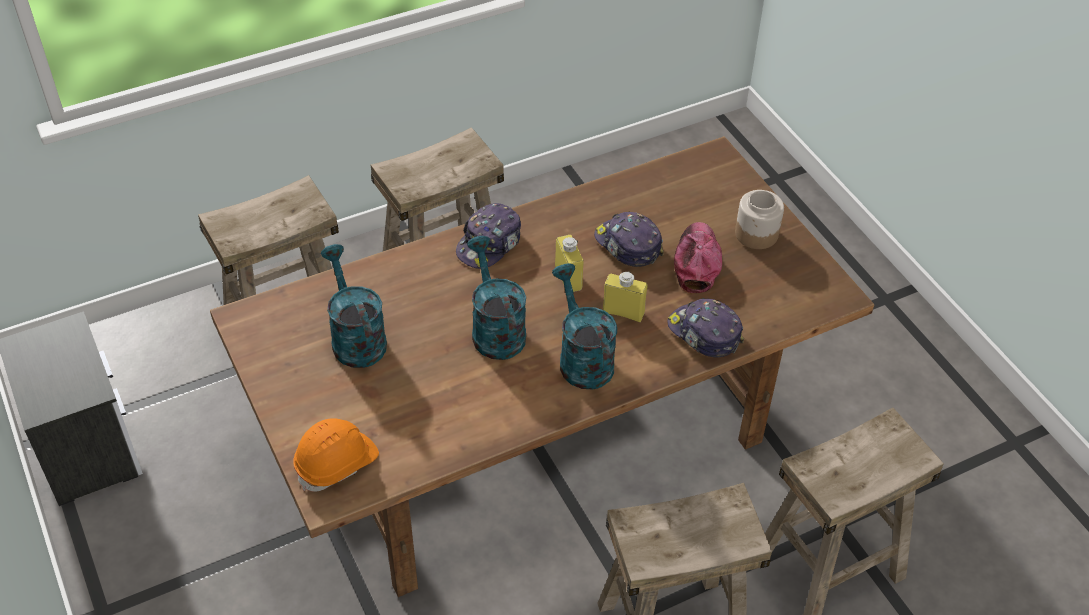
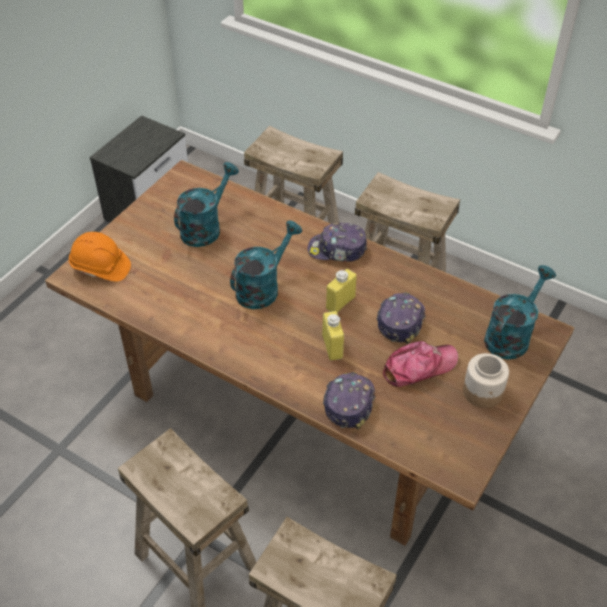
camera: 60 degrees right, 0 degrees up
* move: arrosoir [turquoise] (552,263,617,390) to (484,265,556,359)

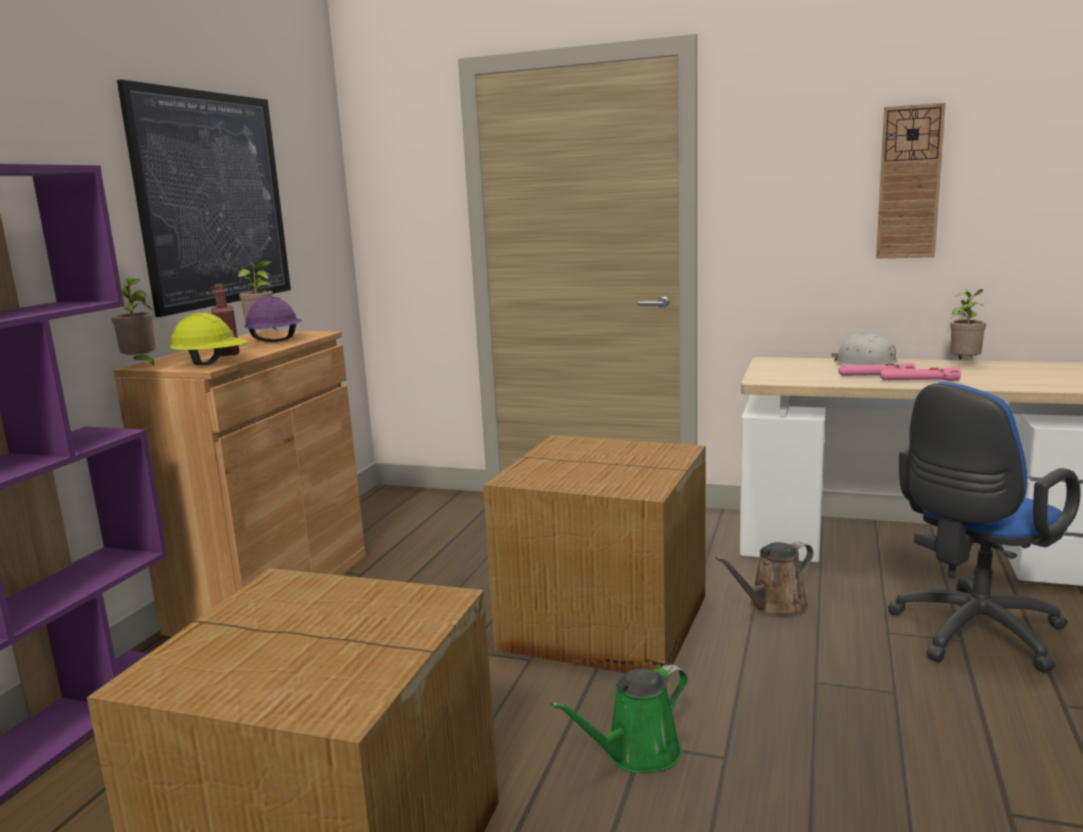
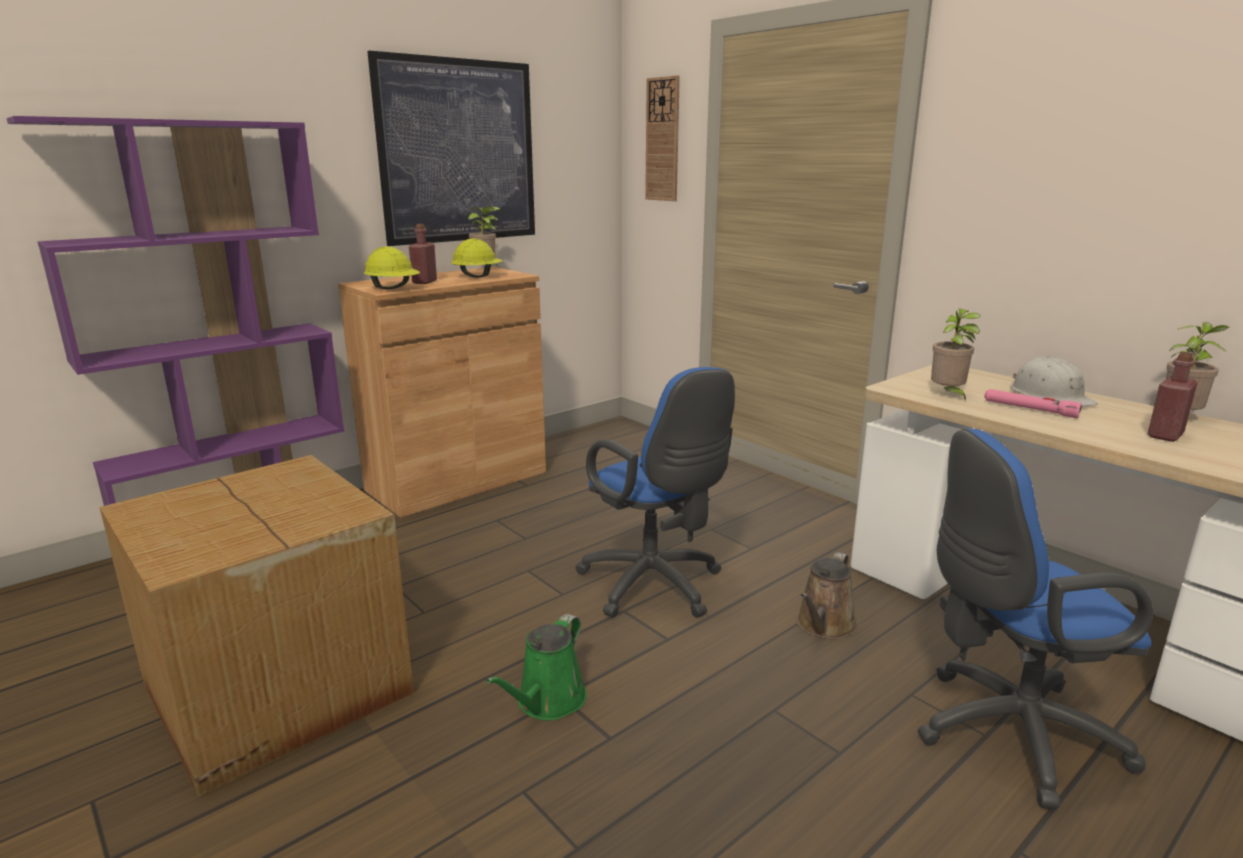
camera: 30 degrees right, 5 degrees up
* recolor: casque de chantier [violet] (245,297,302,342) to casque de chantier [jaune] (451,239,503,278)
* rotate: arrosoir [vert] (551,664,688,773) = (486,614,587,720) 60 degrees counterclockwise
* replace: carton (483,435,706,679) to chaise de bureau [bleu] (575,367,735,618)
* move: horloge murale (876,103,946,258) to (645,75,680,201)
* rotate: arrosoir [marron] (715,542,814,617) = (796,552,857,639) 60 degrees counterclockwise
* move: plante en pot (111,278,156,366) to (931,308,980,402)
* insert: bouteille [rouge] (1147,352,1197,442)
* delete: lampe de poche [rose] (880,367,961,381)

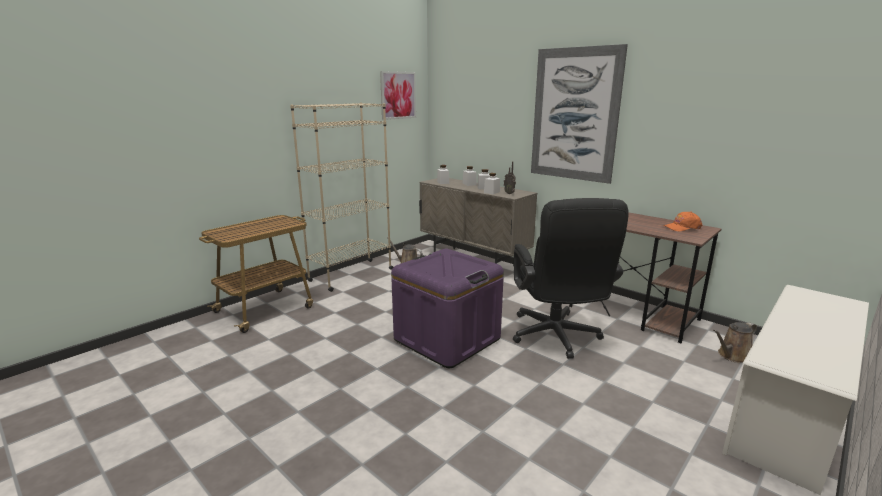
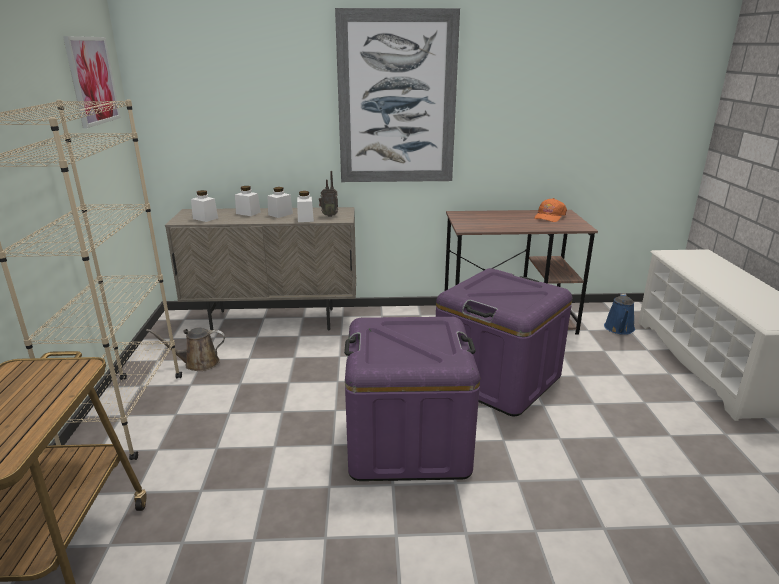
camera: 45 degrees left, 5 degrees up
* replace: chaise de bureau [noir] (513,198,629,359) to boîte de rangement [violet] (436,268,572,416)
* recolor: arrosoir [marron] (713,322,757,363) to arrosoir [bleu] (604,293,635,335)

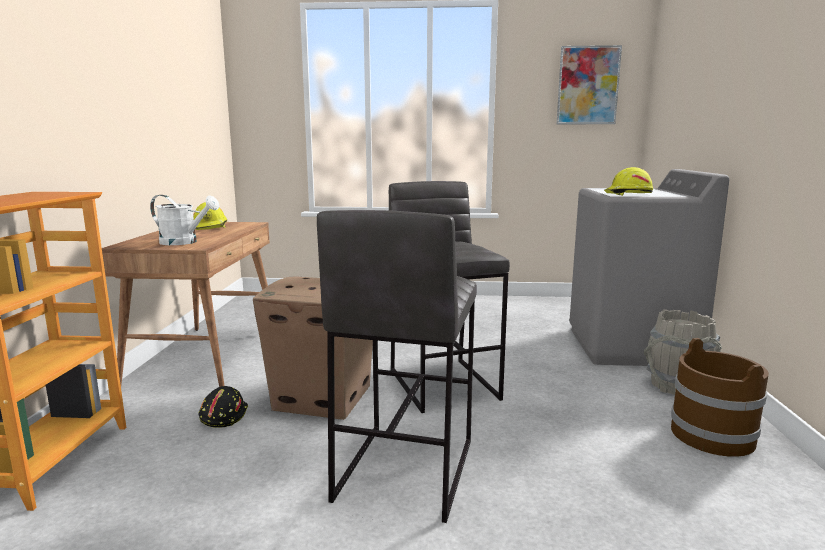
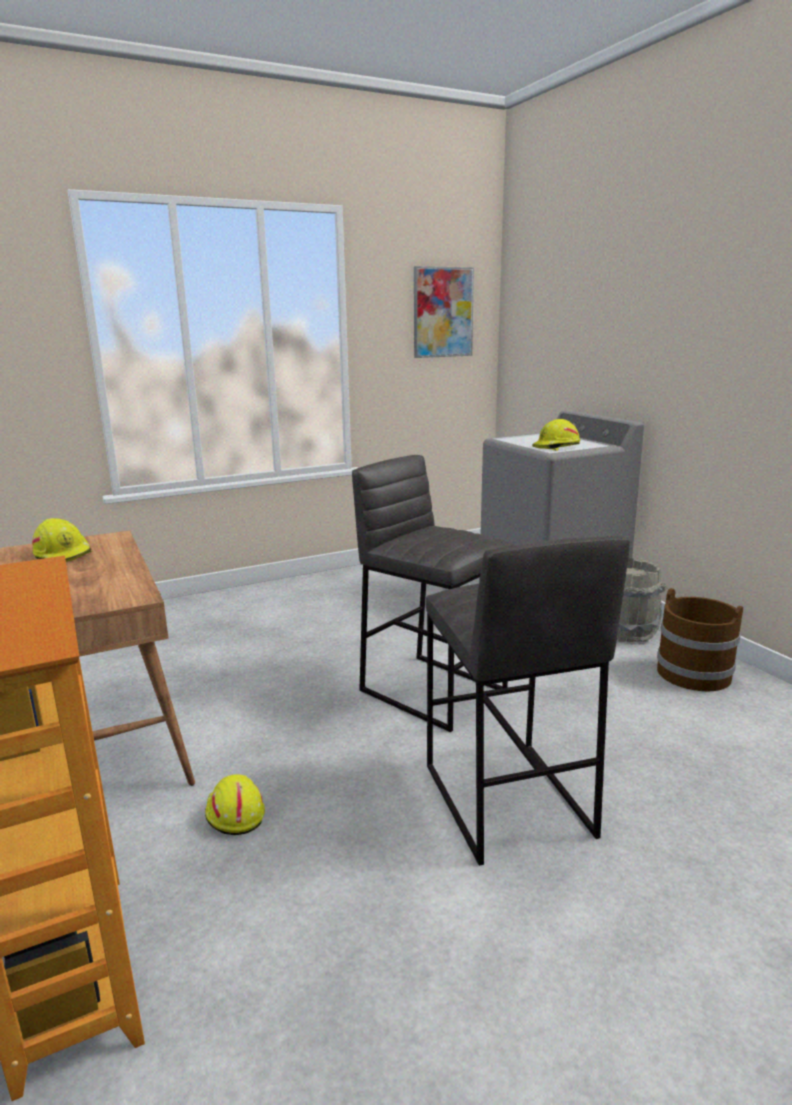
camera: 30 degrees left, 5 degrees up
* recolor: casque de chantier [noir] (198,386,248,428) to casque de chantier [jaune] (205,774,265,835)
* delete: arrosoir [blanc] (150,195,219,245)
* delete: carton (253,277,373,420)

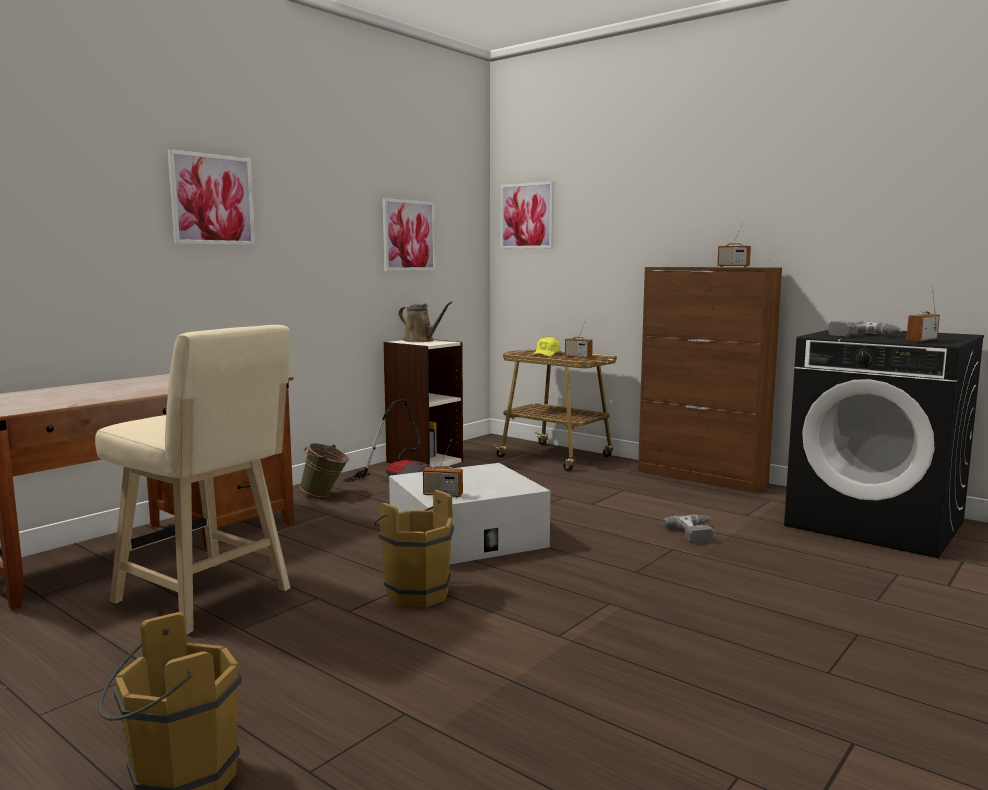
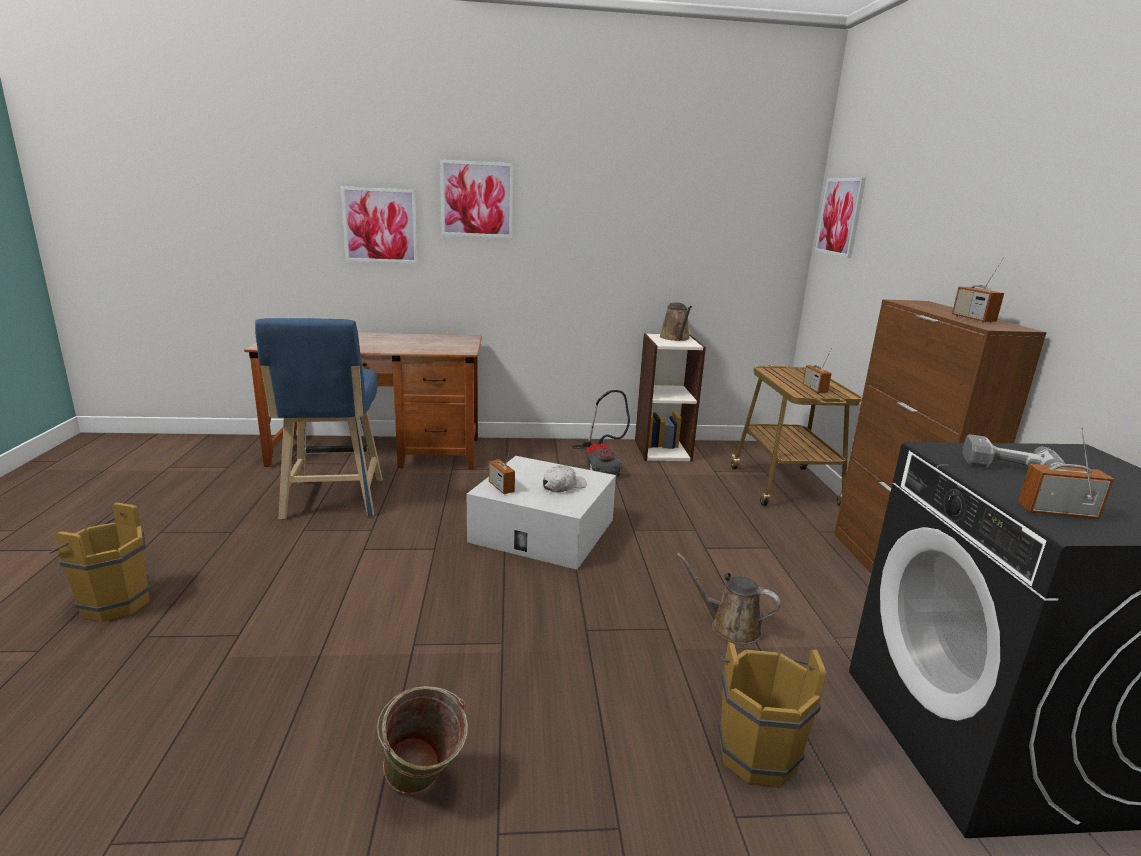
camera: 45 degrees right, 10 degrees up
* recolor: tabouret [beige] (95,325,291,634) to tabouret [bleu] (255,318,382,520)
* move: tableau (382,198,436,271) to (341,186,418,264)
* move: seau [vert] (300,443,349,497) to (377,686,468,794)
* insert: casquette [blanc] (543,465,587,493)
* replace: perceuse (663,515,714,544) to arrosoir [marron] (677,553,781,644)
* move: seau [marron] (374,490,454,608) to (718,642,826,788)
* delete: casquette [jaune] (532,336,560,356)

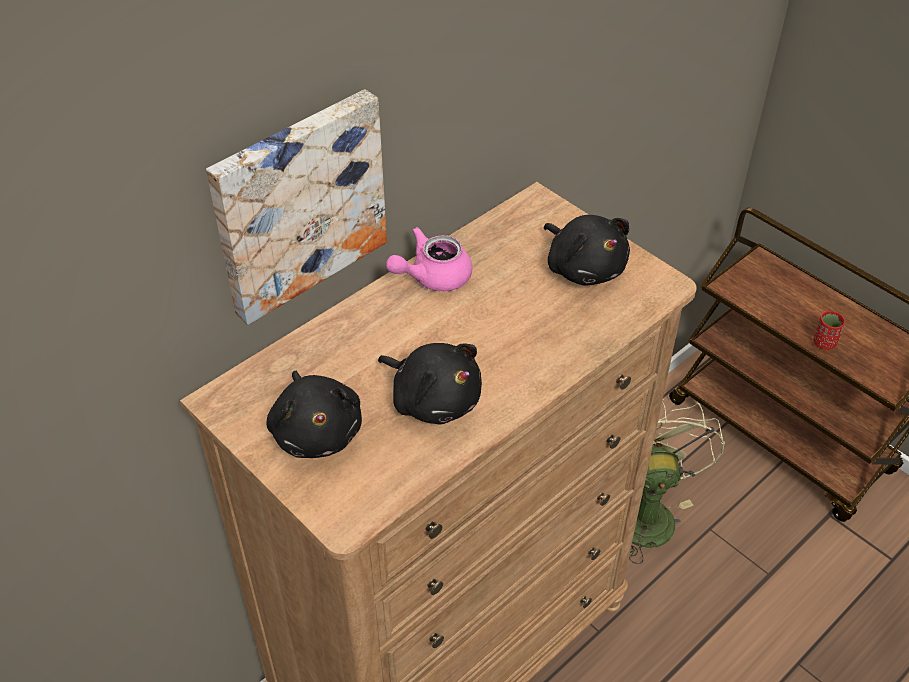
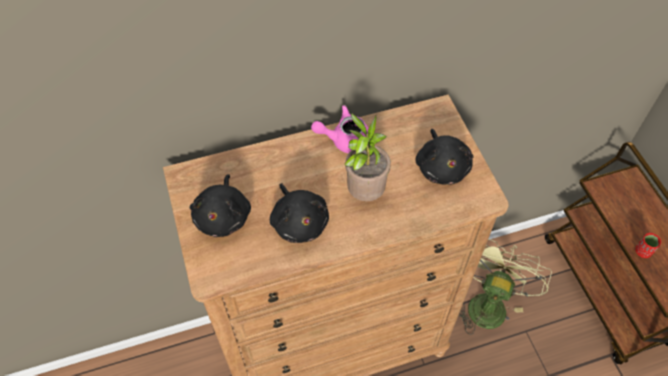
camera: 25 degrees right, 10 degrees up
* insert: plante en pot (344,113,391,201)
* delete: tableau (206,89,387,325)

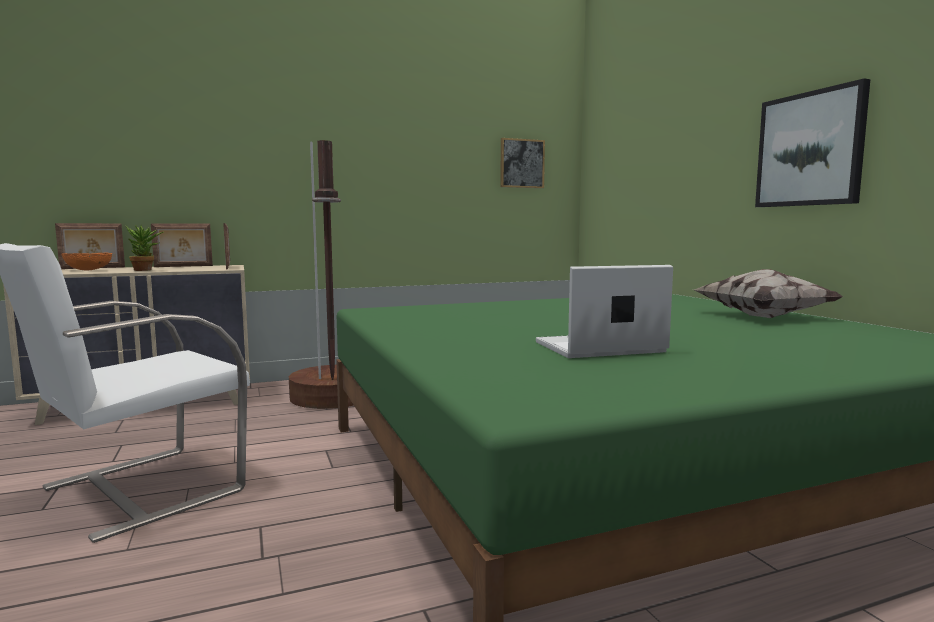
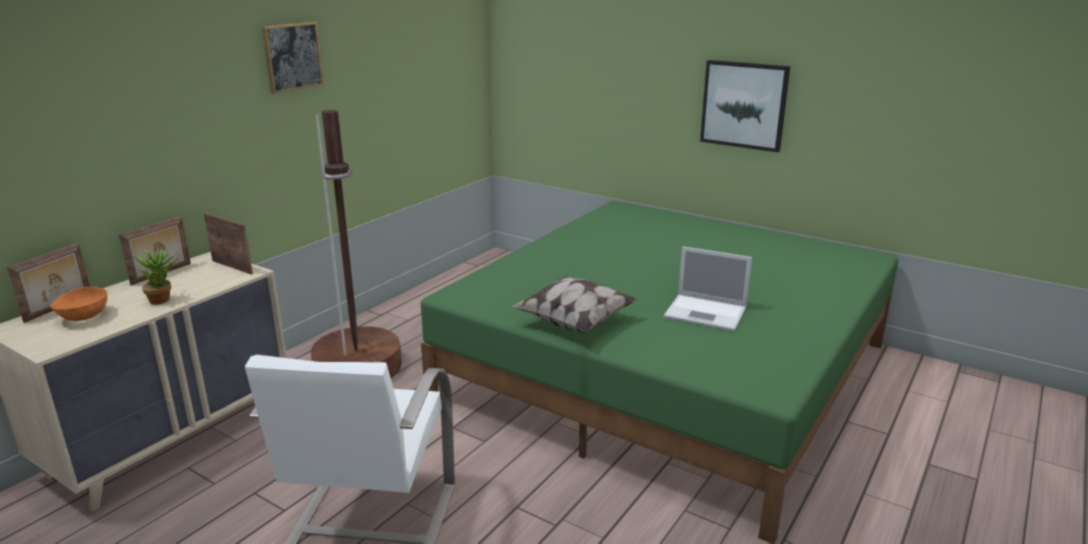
camera: 35 degrees left, 15 degrees up
* move: tableau (500,138,545,188) to (262,22,324,94)
* move: coussin (694,269,843,318) to (511,276,637,333)
* rotate: ordinateur portable (536,265,673,358) = (664,246,752,331) 105 degrees counterclockwise

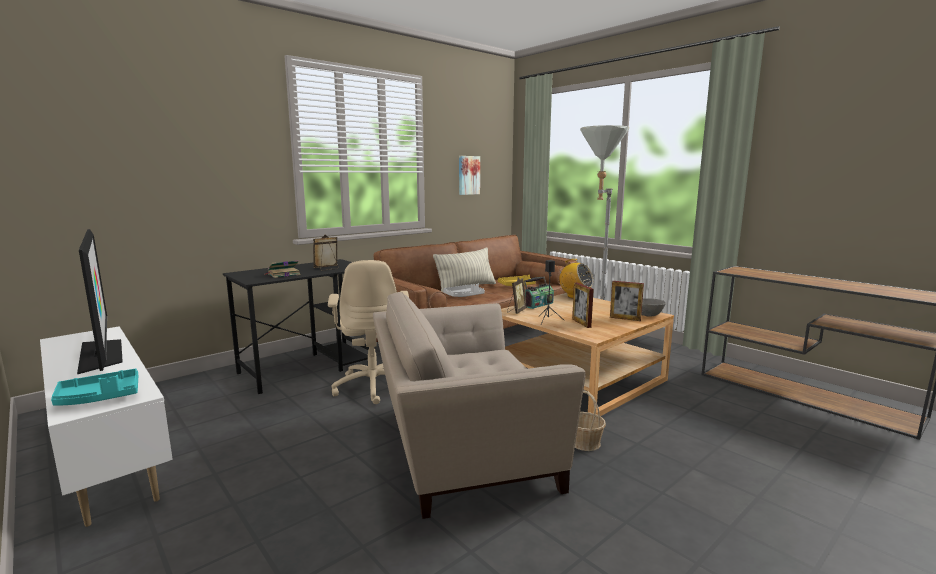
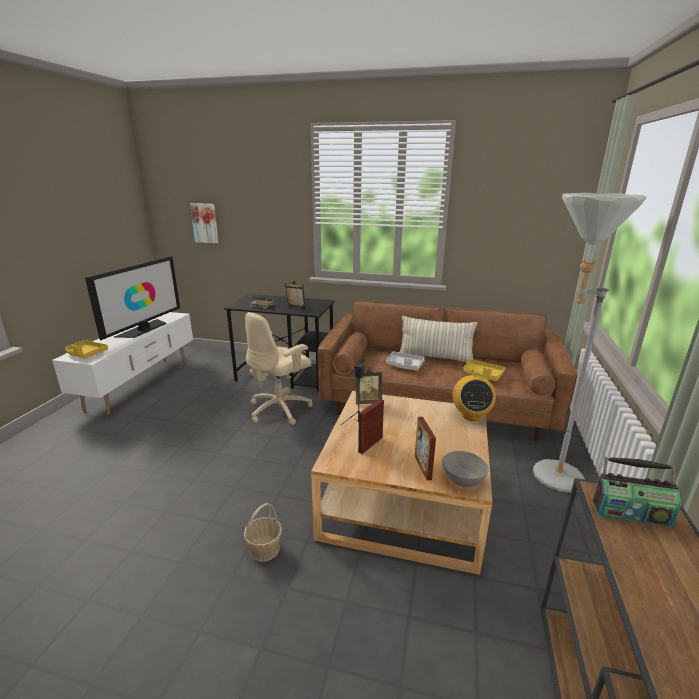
camera: 55 degrees right, 10 degrees up
* recolor: plateau [turquoise] (51,369,138,405) to plateau [jaune] (65,340,108,358)
* move: tableau (459,156,480,195) to (190,203,219,243)
* move: radio (524,276,554,309) to (593,457,681,527)
* delete: fauteuil [beige] (373,292,586,519)

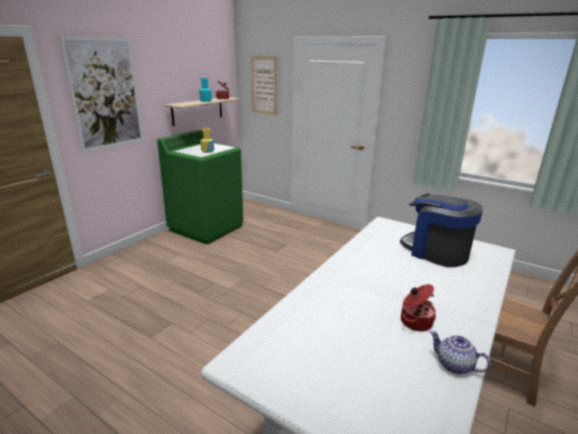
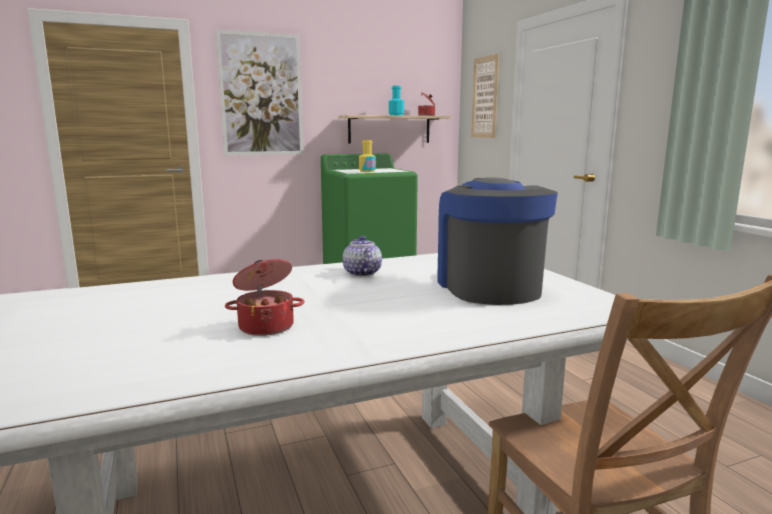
camera: 35 degrees right, 10 degrees down
* move: théière (430,331,491,374) to (343,236,382,277)

